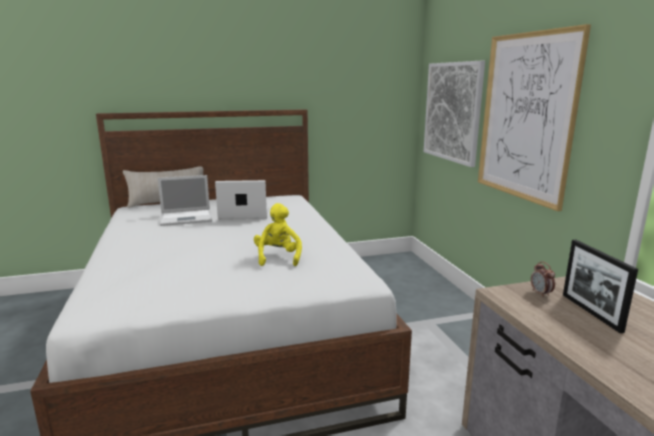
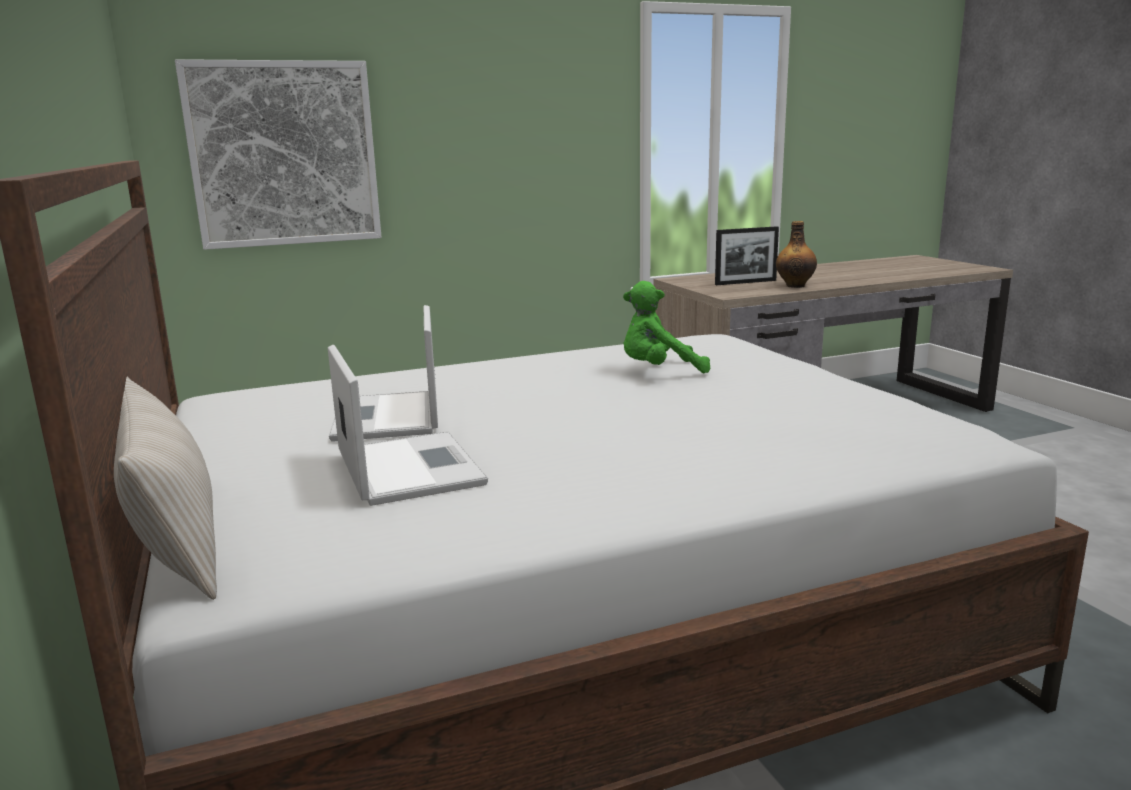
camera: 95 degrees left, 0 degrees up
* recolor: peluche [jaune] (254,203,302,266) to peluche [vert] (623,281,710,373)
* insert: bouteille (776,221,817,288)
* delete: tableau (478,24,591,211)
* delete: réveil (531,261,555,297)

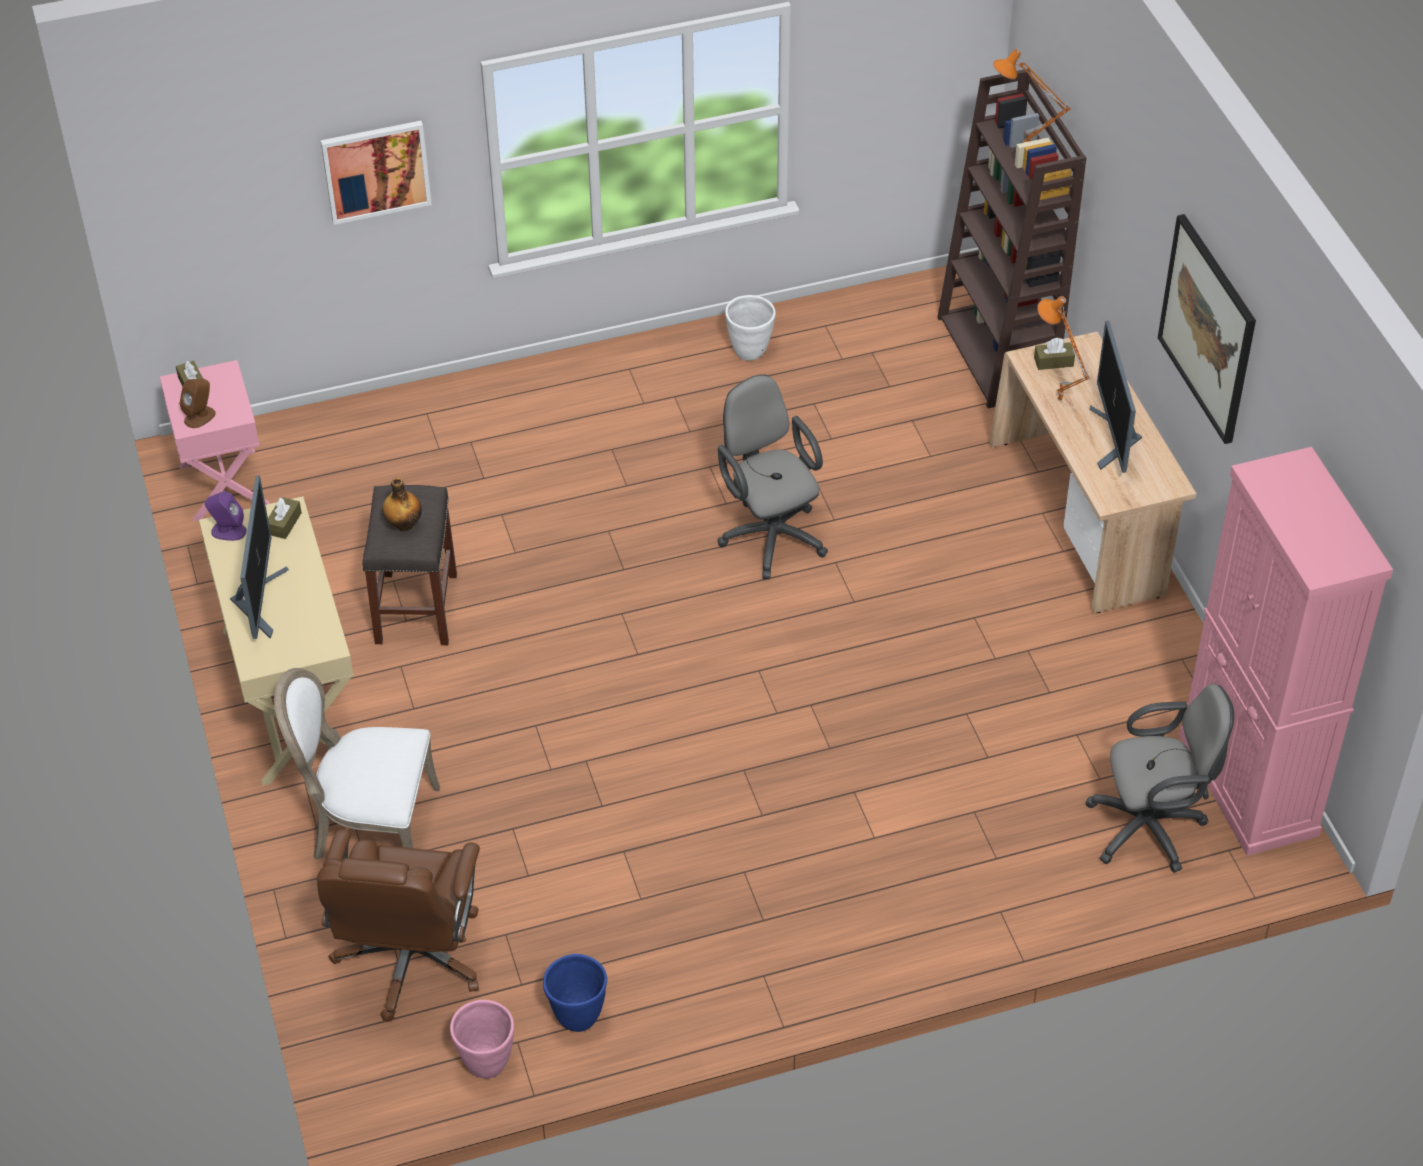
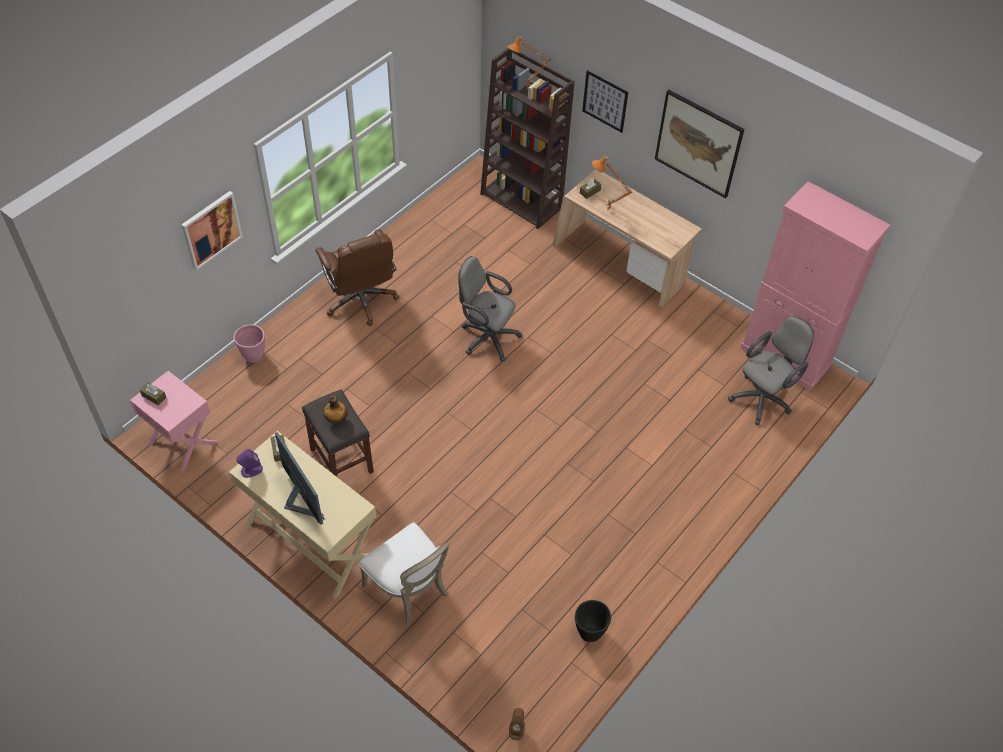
camera: 35 degrees left, 5 degrees up
* move: cache-pot [rose] (450,1000,514,1079) to (233,325,265,363)
* move: chaise de bureau [marron] (317,829,480,1022) to (315,229,399,326)
* rotate: chaise [blanc] (274,668,440,860) = (359,522,450,626) 105 degrees counterclockwise
* move: enceinte [marron] (179,379,216,428) to (509,708,525,740)
* recolor: cache-pot [bleu] (543,954,607,1032) to cache-pot [noir] (575,600,611,642)
* insert: tableau (582,70,628,133)
* delete: cache-pot [blanc] (725,295,776,361)
* delete: écran d'ordinateur (1089,321,1142,473)

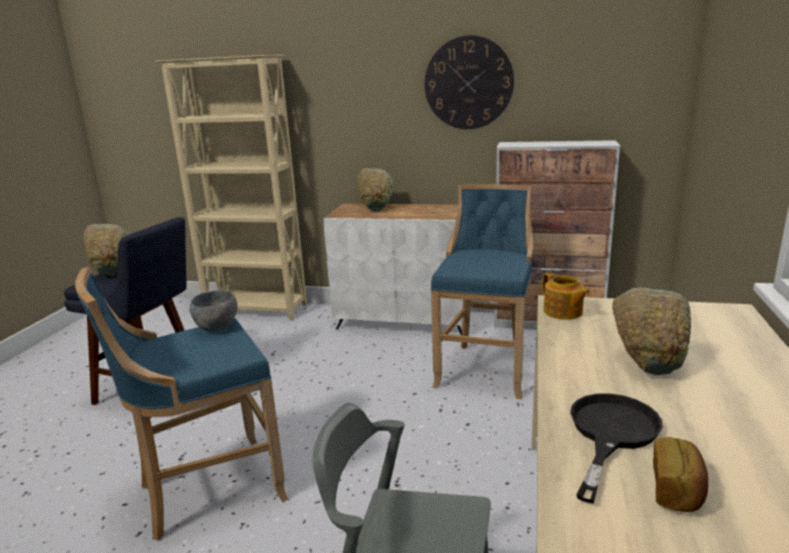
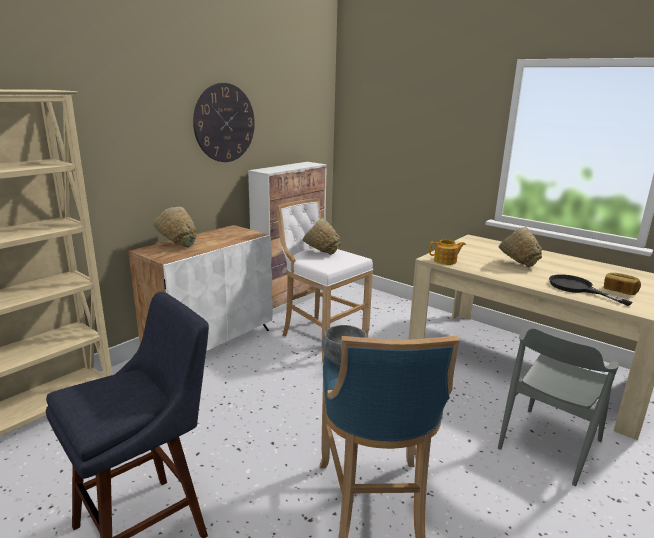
camera: 65 degrees left, 0 degrees up
* recolor: tabouret [bleu] (431,184,533,399) to tabouret [blanc] (276,198,373,363)
* move: bol [vert] (83,224,130,276) to (303,218,341,255)

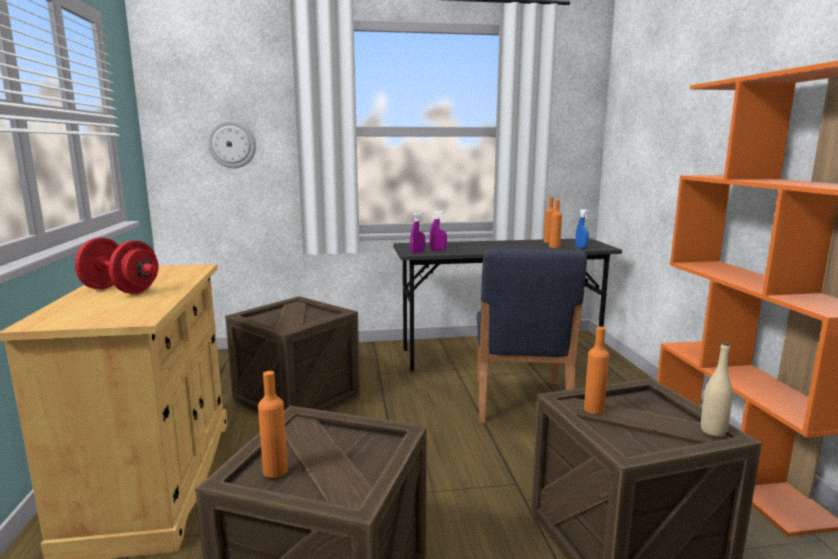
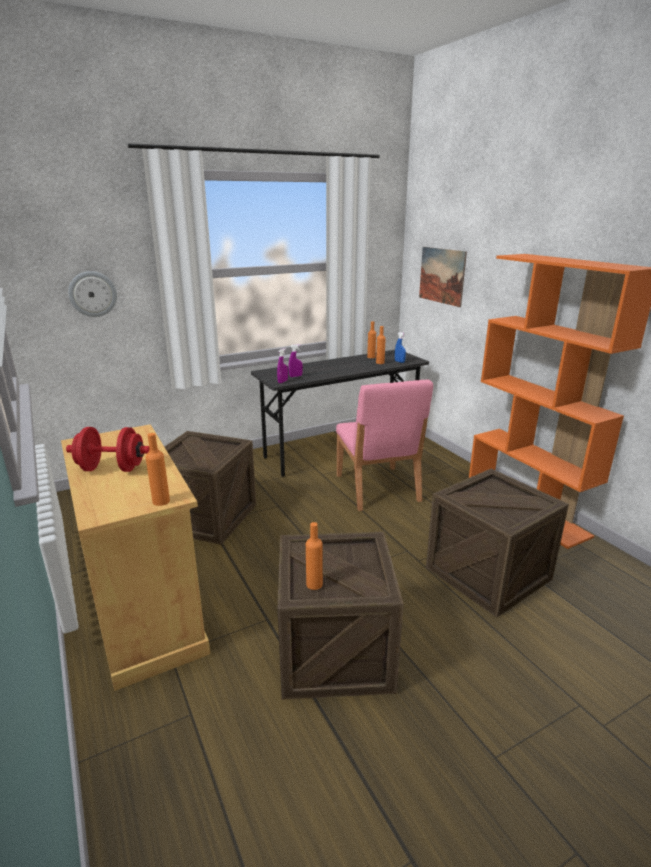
camera: 20 degrees left, 10 degrees up
* move: bouteille [orange] (584,327,609,414) to (146,433,170,506)
* recolor: chaise [bleu] (476,249,587,423) to chaise [rose] (336,380,433,511)
* insert: tableau (419,247,467,307)
* delete: bouteille [beige] (701,342,733,437)

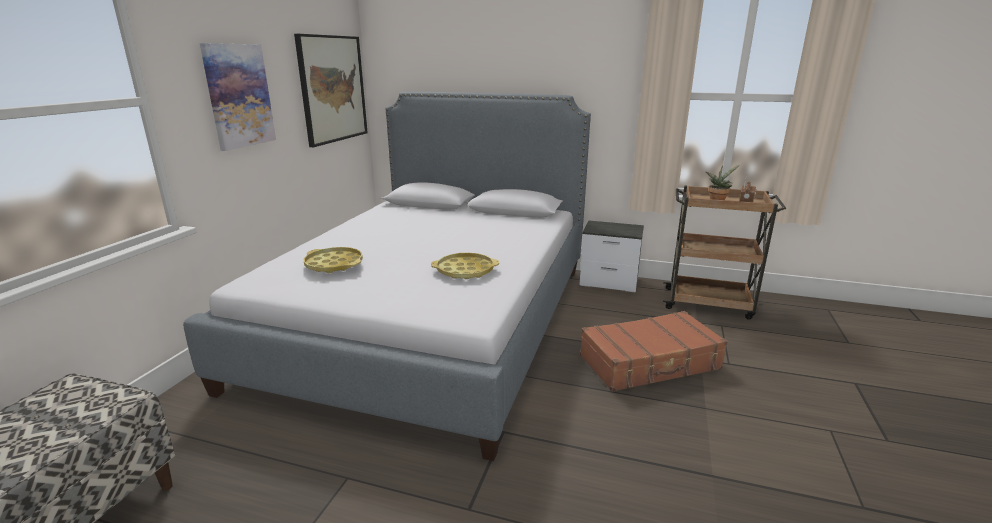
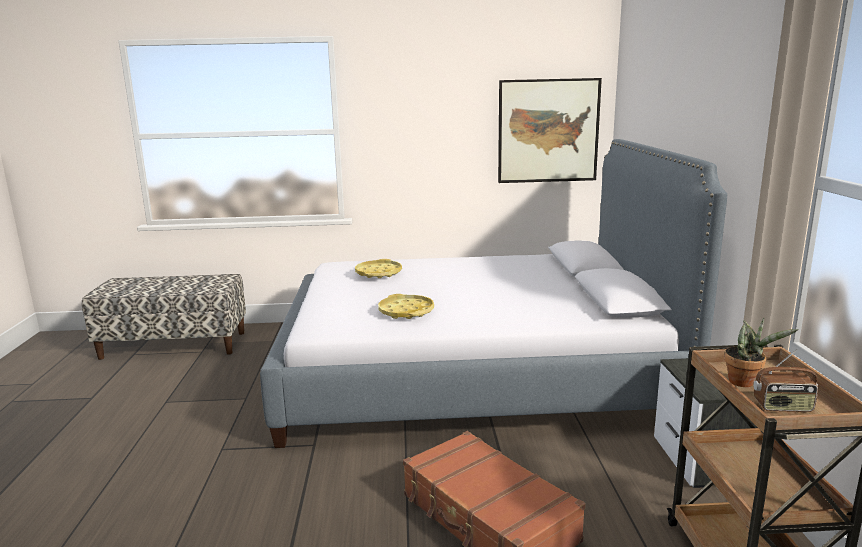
camera: 70 degrees right, 5 degrees down
* delete: tableau (200,43,276,151)

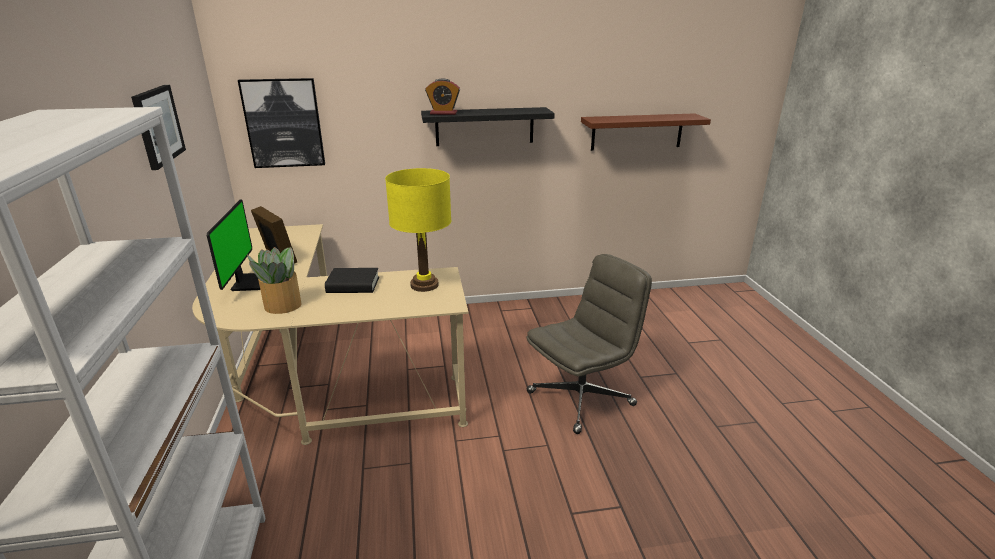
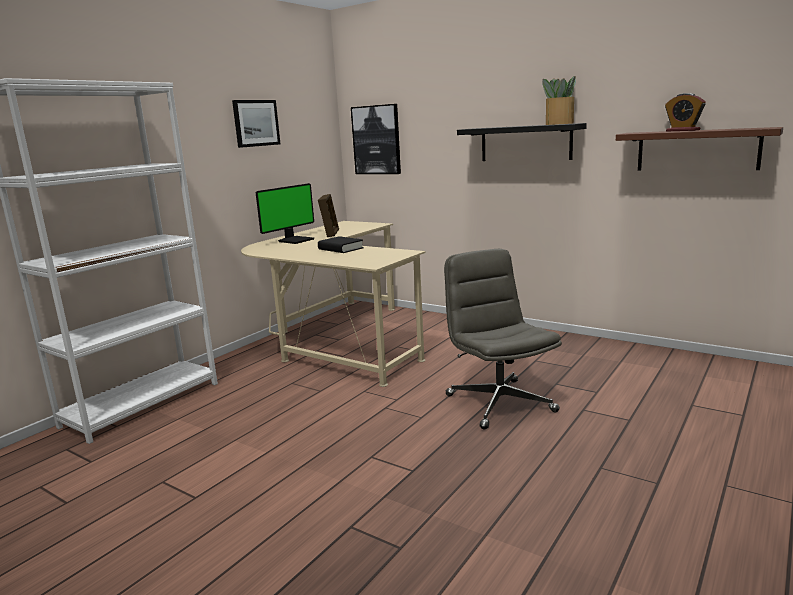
camera: 45 degrees right, 10 degrees down
* rotate: chaise de bureau [gris] (526,254,652,434) = (444,249,562,430) 120 degrees counterclockwise
* move: plante en pot (247,247,302,314) to (542,75,576,125)
* move: réveil (425,78,460,115) to (665,93,706,132)
* delete: lampe de table [jaune] (385,168,451,292)

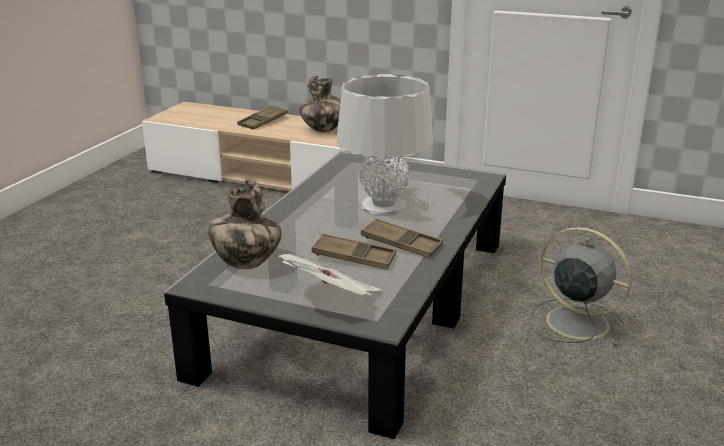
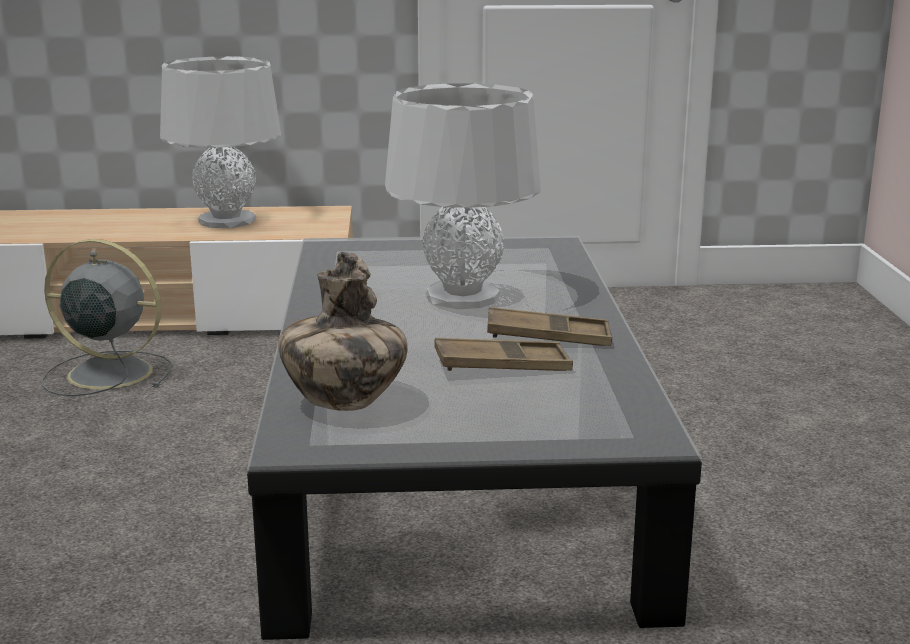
camera: 25 degrees left, 5 degrees down
* move: ventilateur [gris] (529,227,632,347) to (42,239,172,396)
* replace: vase (300,76,341,132) to lampe de table [gris] (160,56,281,228)
* delete: plateau [marron] (237,106,288,129)
* delete: journal (279,254,381,295)

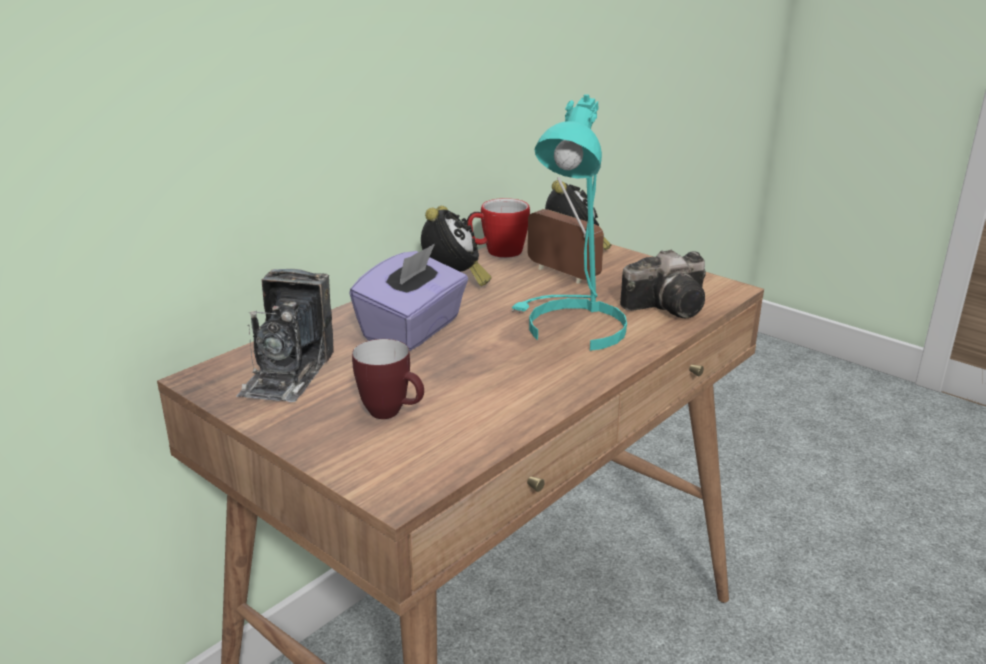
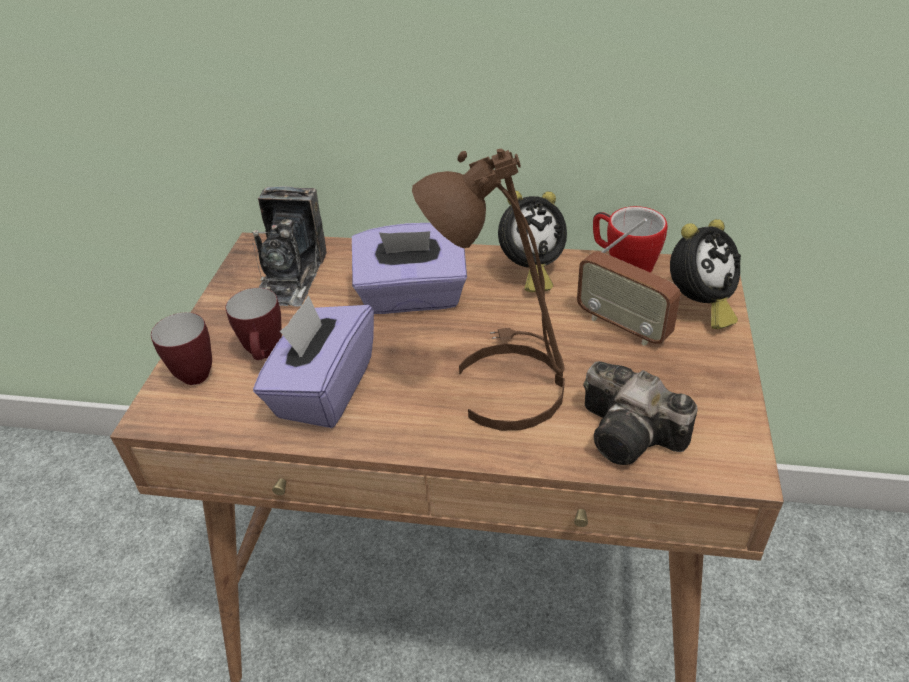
camera: 60 degrees right, 15 degrees up
* insert: mug (151,312,212,385)
* rotate: appareil photo (236,269,334,402) = (252,186,327,307) 60 degrees counterclockwise
* insert: boîte à mouchoirs [violet] (253,295,374,428)
* recolor: lampe de table [turquoise] (512,95,627,351) to lampe de table [marron] (412,149,565,431)
* rotate: radio (527,177,604,284) = (577,218,681,346) 120 degrees clockwise

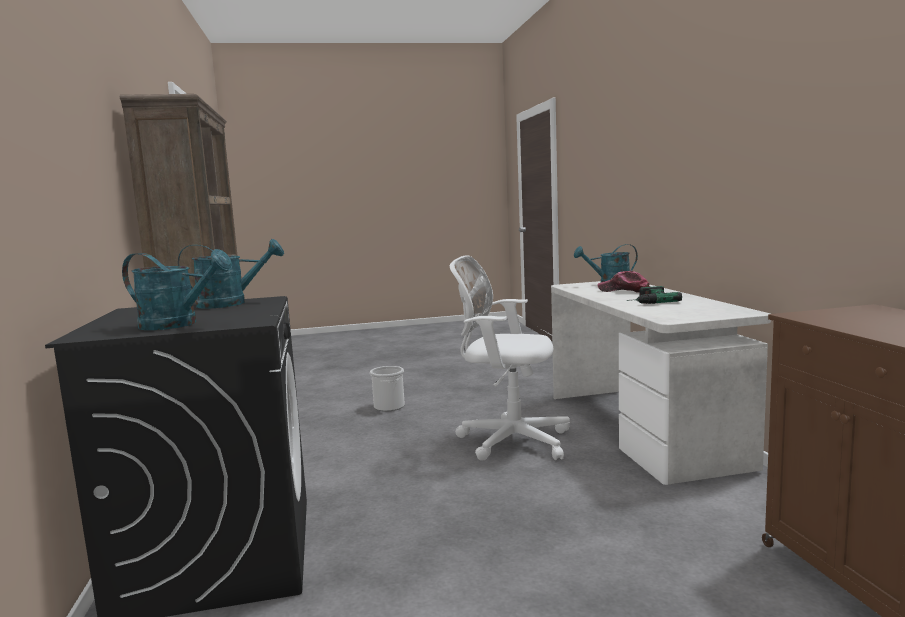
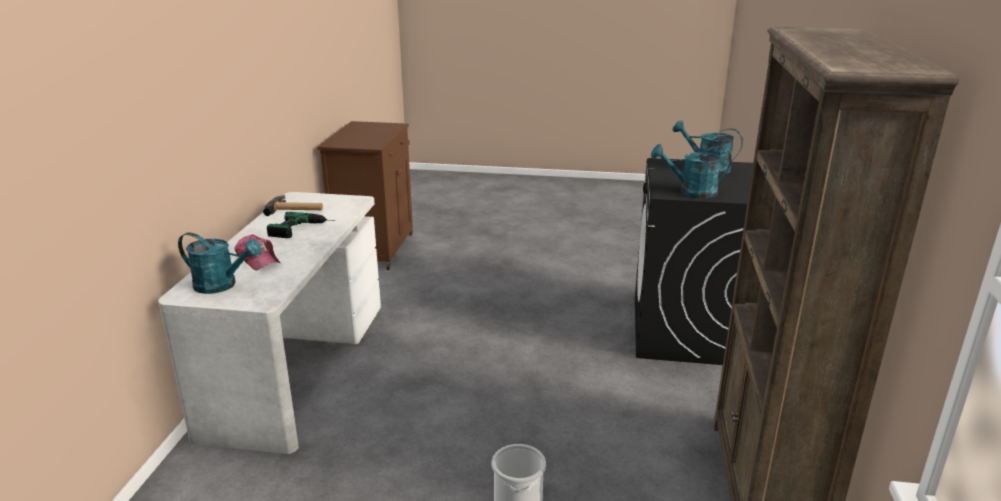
camera: 160 degrees left, 15 degrees up
* insert: marteau (263,195,323,216)
* delete: chaise de bureau [blanc] (450,255,570,461)

